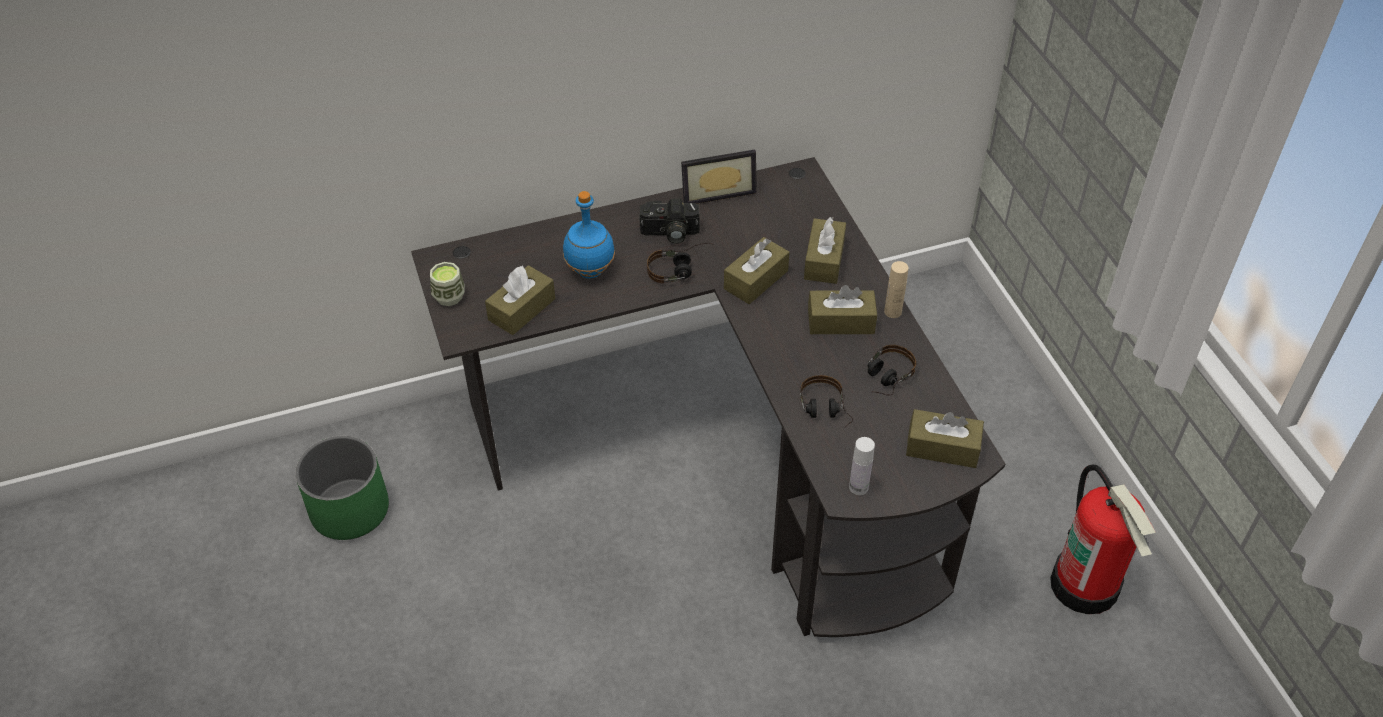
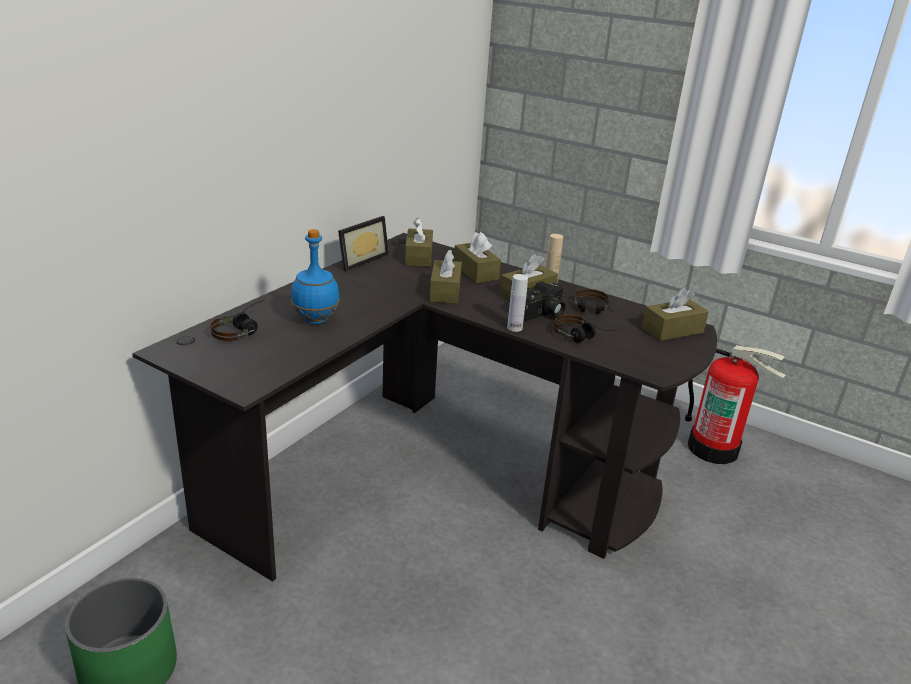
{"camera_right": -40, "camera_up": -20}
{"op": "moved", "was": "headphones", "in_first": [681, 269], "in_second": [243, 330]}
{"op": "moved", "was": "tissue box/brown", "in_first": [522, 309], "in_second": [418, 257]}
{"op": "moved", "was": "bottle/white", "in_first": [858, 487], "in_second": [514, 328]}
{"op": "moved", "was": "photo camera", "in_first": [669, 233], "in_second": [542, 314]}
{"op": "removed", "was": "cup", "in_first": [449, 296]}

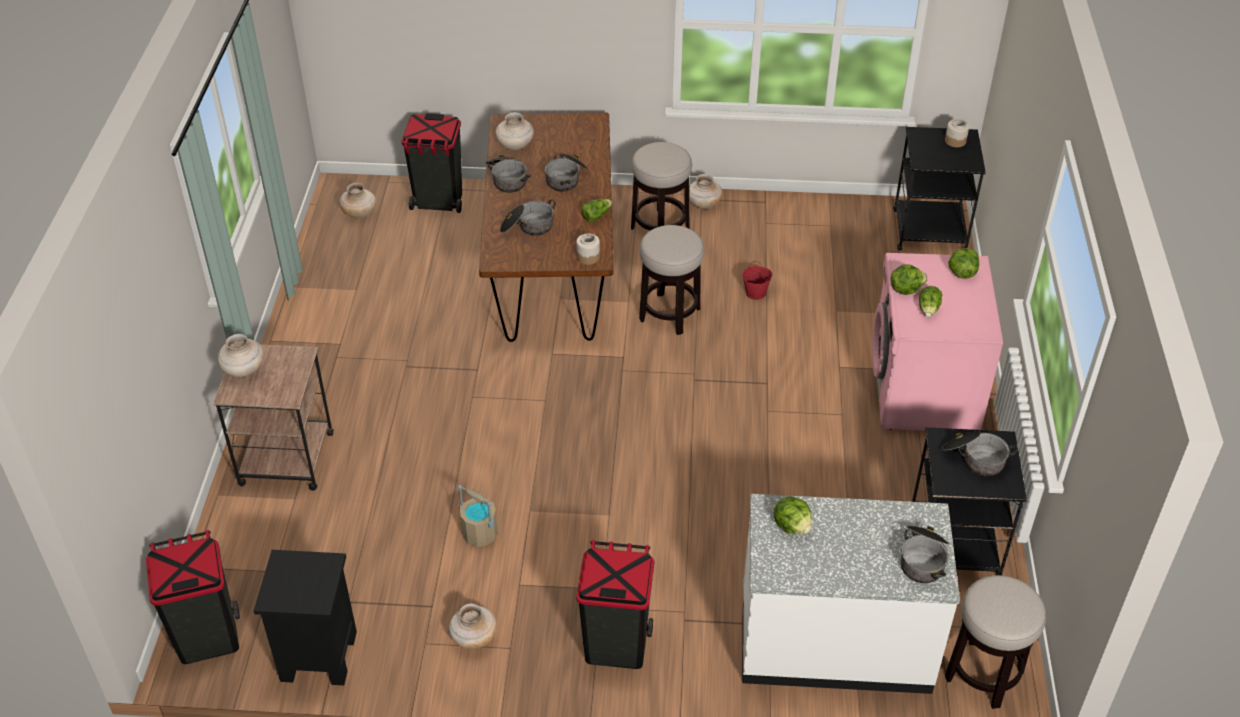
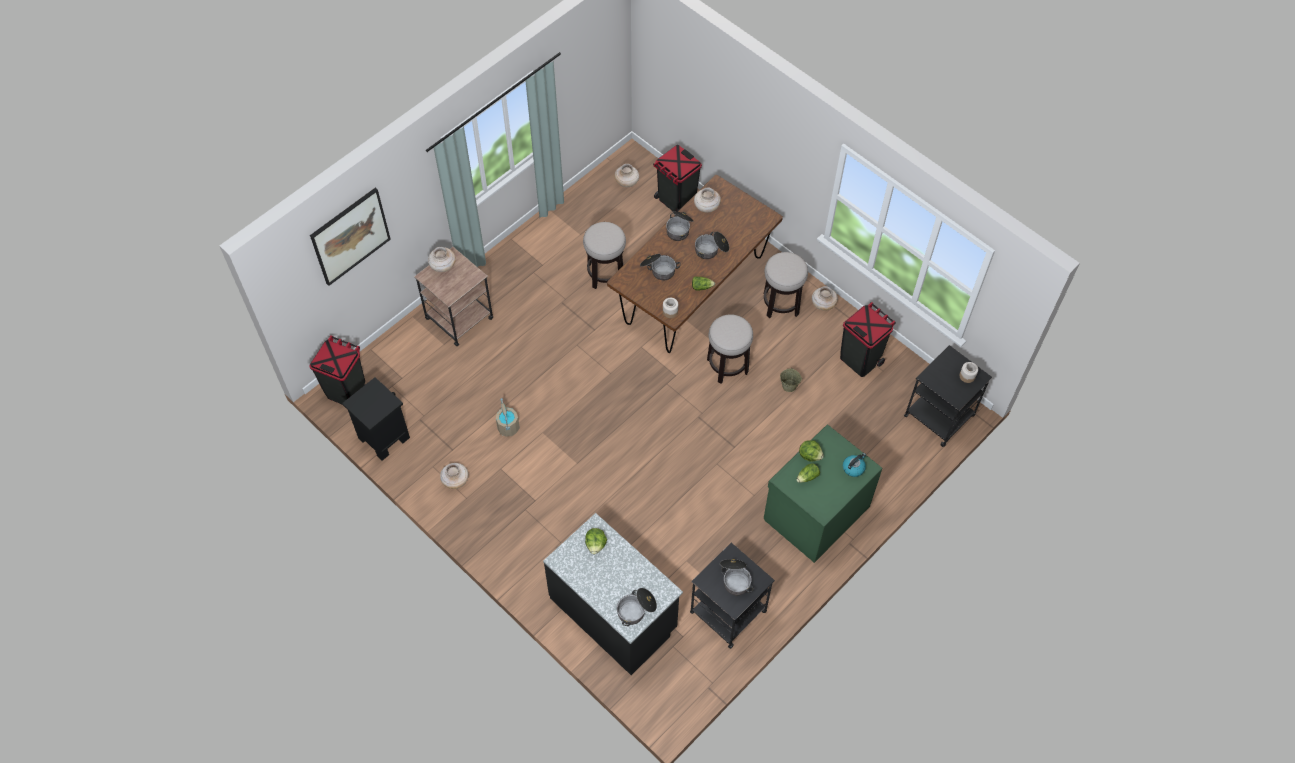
{"camera_right": 40, "camera_up": 15}
{"op": "added", "now": "picture", "in_second": [350, 236]}
{"op": "recoloured", "was": "counter/white", "now": "counter/black", "in_first": [834, 641], "in_second": [614, 613]}
{"op": "moved", "was": "stool", "in_first": [983, 674], "in_second": [605, 274]}
{"op": "recoloured", "was": "washing machine/pink", "now": "washing machine/green", "in_first": [922, 390], "in_second": [814, 513]}
{"op": "recoloured", "was": "bucket/red", "now": "bucket/beige", "in_first": [756, 293], "in_second": [789, 386]}
{"op": "moved", "was": "trash can/black", "in_first": [616, 645], "in_second": [860, 359]}
{"op": "replaced", "was": "lettuce", "now": "kettle", "in_first": [961, 273], "in_second": [853, 468]}

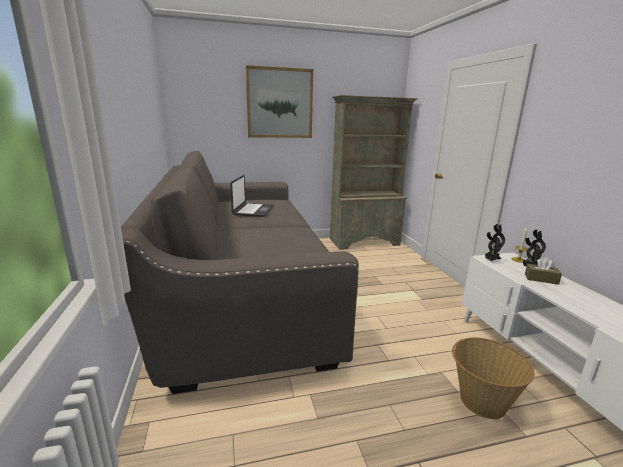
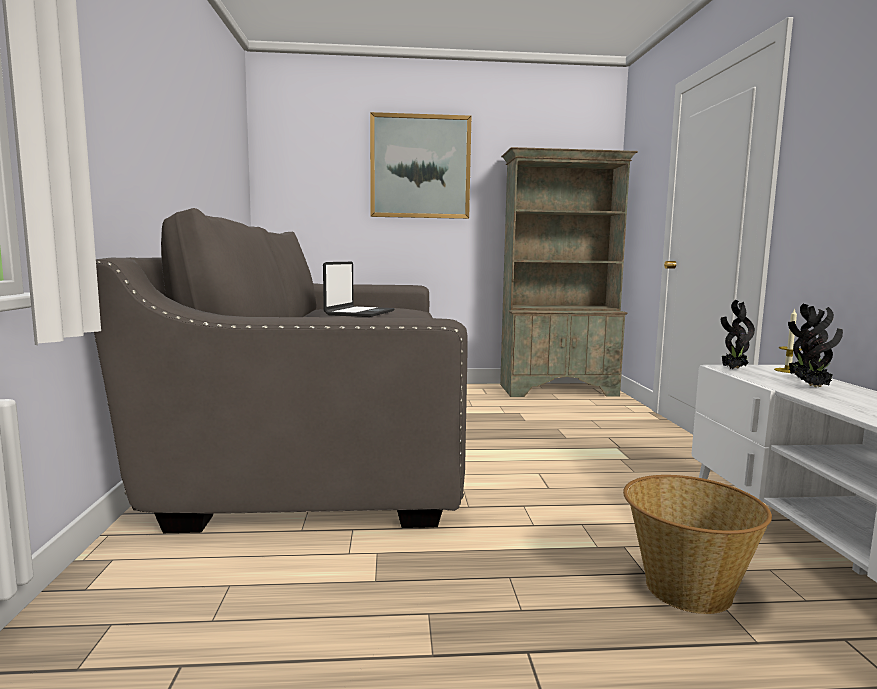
{"camera_right": 10, "camera_up": -10}
{"op": "replaced", "was": "tissue box/brown", "now": "potted plant", "in_first": [541, 279], "in_second": [815, 387]}

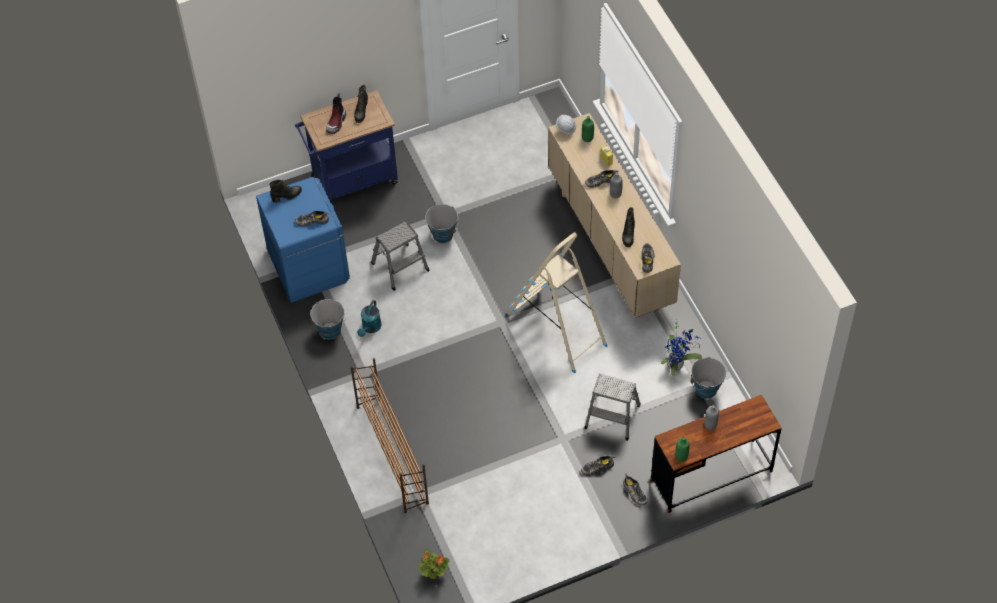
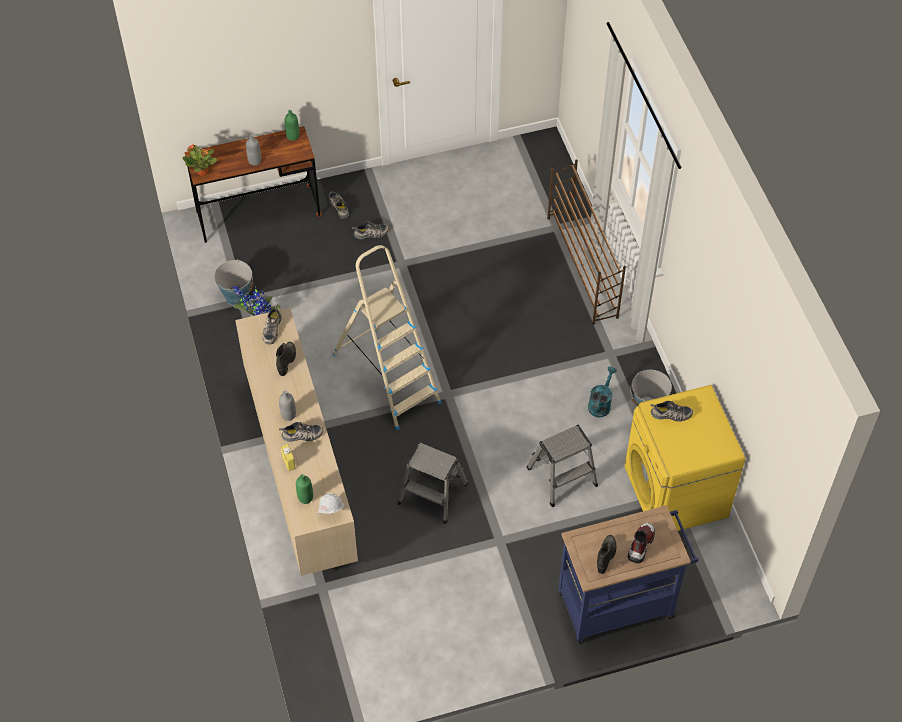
{"camera_right": -175, "camera_up": 0}
{"op": "moved", "was": "potted plant", "in_first": [434, 573], "in_second": [203, 172]}
{"op": "moved", "was": "step ladder/grey", "in_first": [612, 416], "in_second": [433, 493]}
{"op": "recoloured", "was": "washing machine/blue", "now": "washing machine/yellow", "in_first": [309, 264], "in_second": [674, 491]}
{"op": "removed", "was": "boot/black", "in_first": [287, 196]}
{"op": "removed", "was": "bucket", "in_first": [443, 235]}

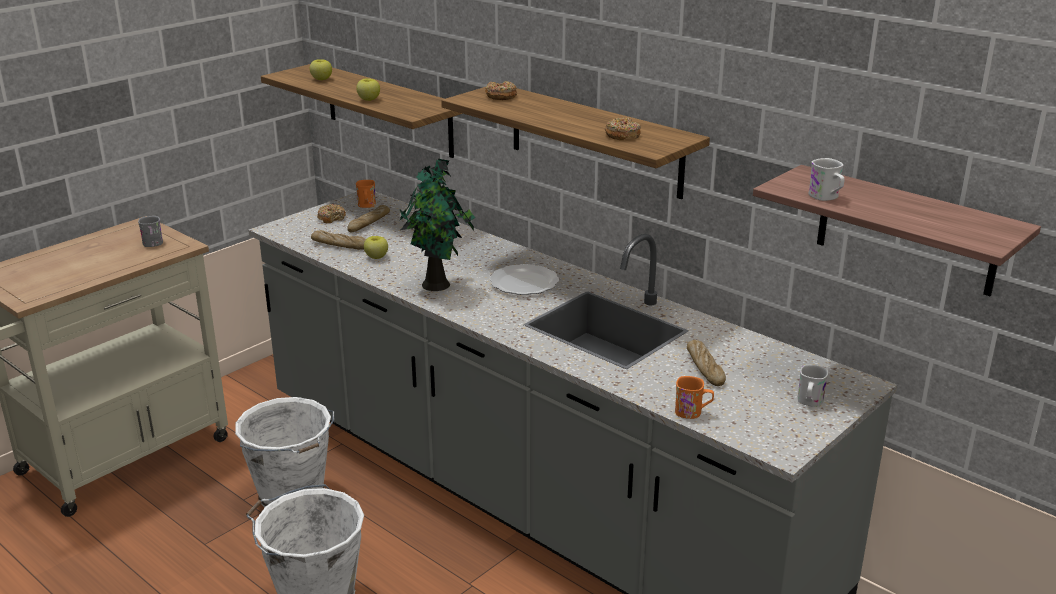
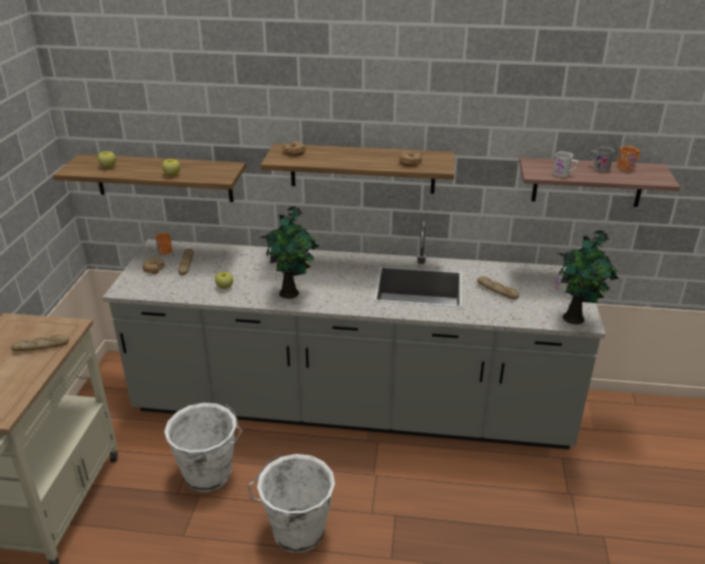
{"camera_right": -35, "camera_up": 5}
{"op": "moved", "was": "bread", "in_first": [340, 245], "in_second": [41, 347]}
{"op": "added", "now": "potted plant", "in_second": [575, 318]}
{"op": "moved", "was": "mug/grey", "in_first": [152, 241], "in_second": [598, 168]}
{"op": "moved", "was": "mug/orange", "in_first": [693, 412], "in_second": [627, 167]}
{"op": "removed", "was": "plate", "in_first": [523, 283]}

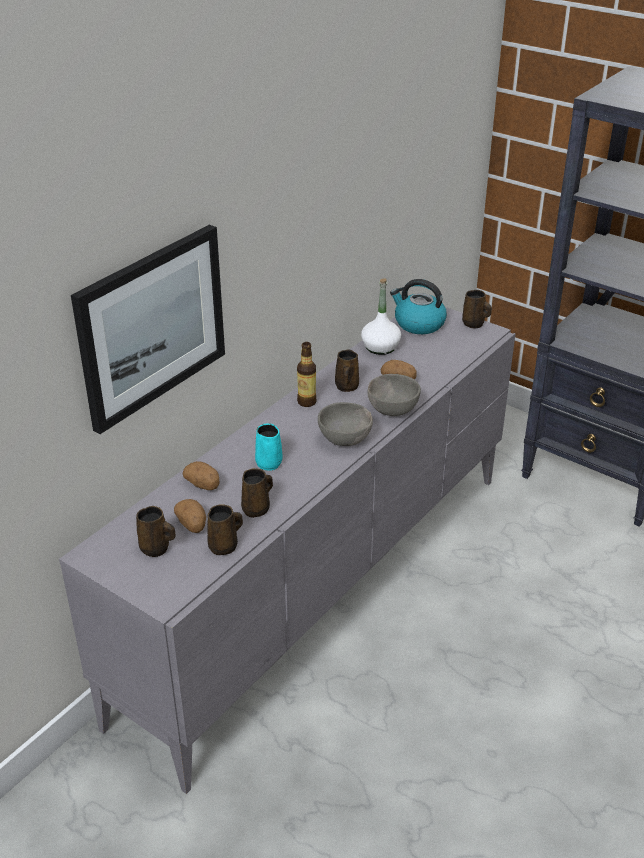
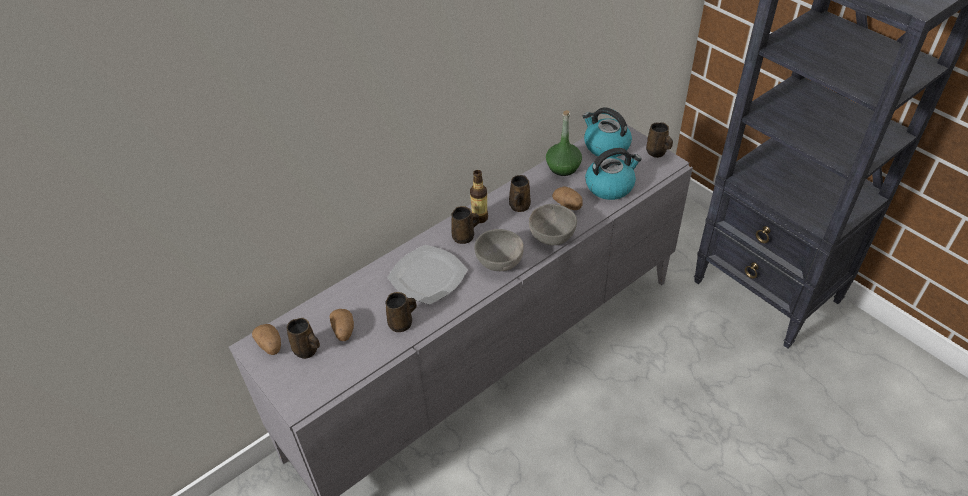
{"camera_right": 15, "camera_up": 10}
{"op": "moved", "was": "potato", "in_first": [203, 485], "in_second": [270, 346]}
{"op": "replaced", "was": "mug/turquoise", "now": "plate", "in_first": [268, 462], "in_second": [427, 276]}
{"op": "moved", "was": "mug/brown", "in_first": [224, 546], "in_second": [464, 237]}
{"op": "recoloured", "was": "bottle/white", "now": "bottle/green", "in_first": [380, 347], "in_second": [563, 167]}
{"op": "added", "now": "kettle", "in_second": [610, 186]}
{"op": "removed", "was": "picture", "in_first": [152, 326]}

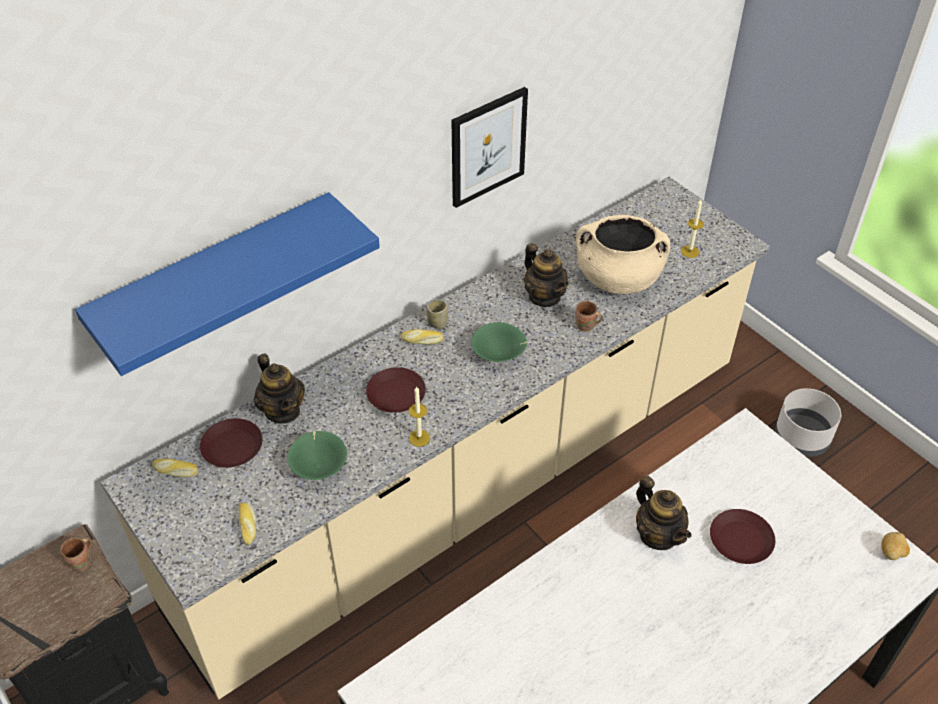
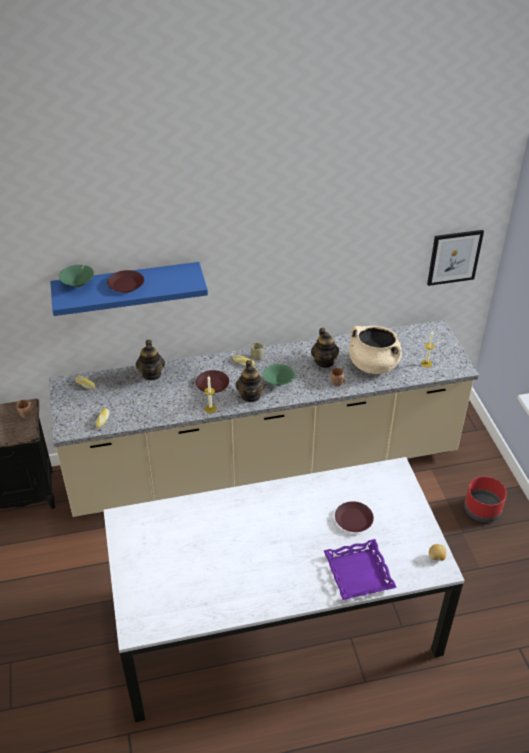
{"camera_right": 25, "camera_up": -5}
{"op": "moved", "was": "bowl/green", "in_first": [319, 467], "in_second": [79, 284]}
{"op": "moved", "was": "plate/brown", "in_first": [232, 447], "in_second": [126, 284]}
{"op": "moved", "was": "teapot", "in_first": [658, 535], "in_second": [250, 395]}
{"op": "added", "now": "tray/purple", "in_second": [359, 573]}
{"op": "moved", "was": "picture", "in_first": [488, 147], "in_second": [454, 257]}
{"op": "recoloured", "was": "planter/grey", "now": "planter/red", "in_first": [801, 437], "in_second": [482, 509]}

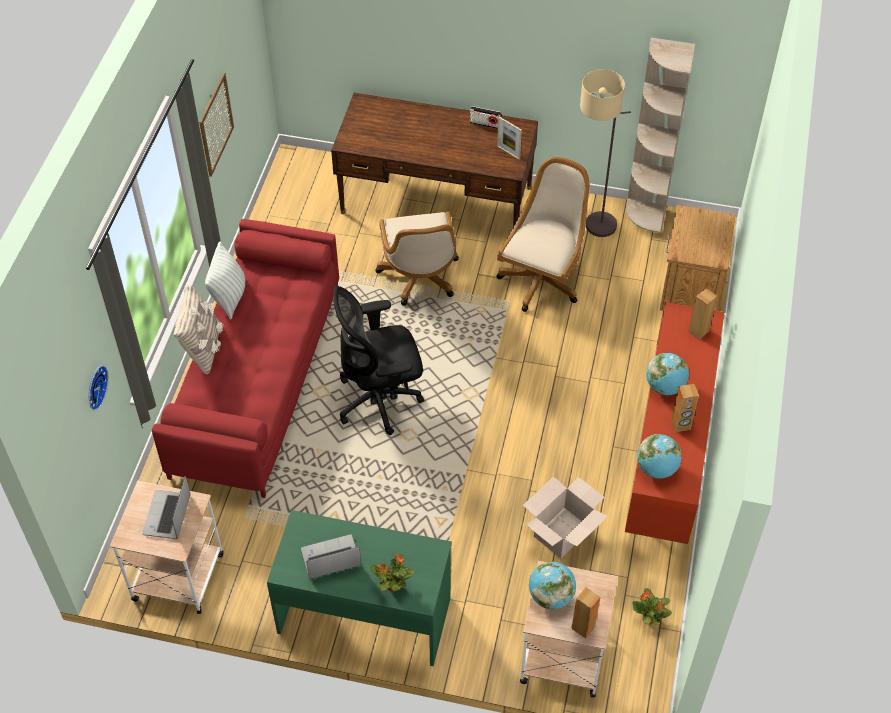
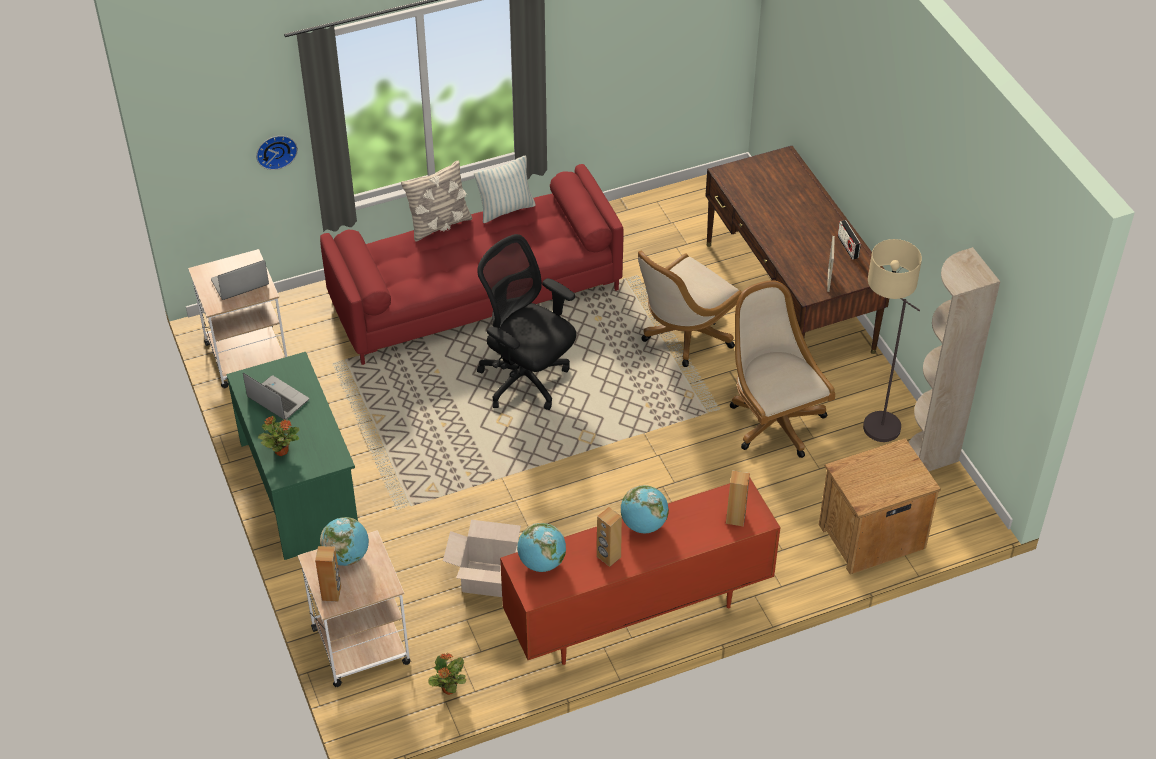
{"camera_right": 55, "camera_up": -5}
{"op": "turned", "was": "office chair", "in_first": [543, 276], "in_second": [773, 418], "clockwise": -105}
{"op": "removed", "was": "picture", "in_first": [215, 123]}

